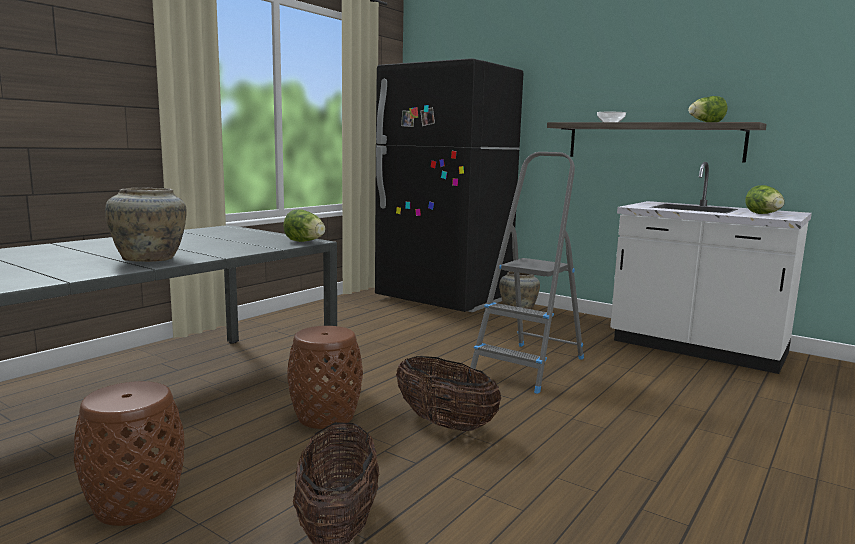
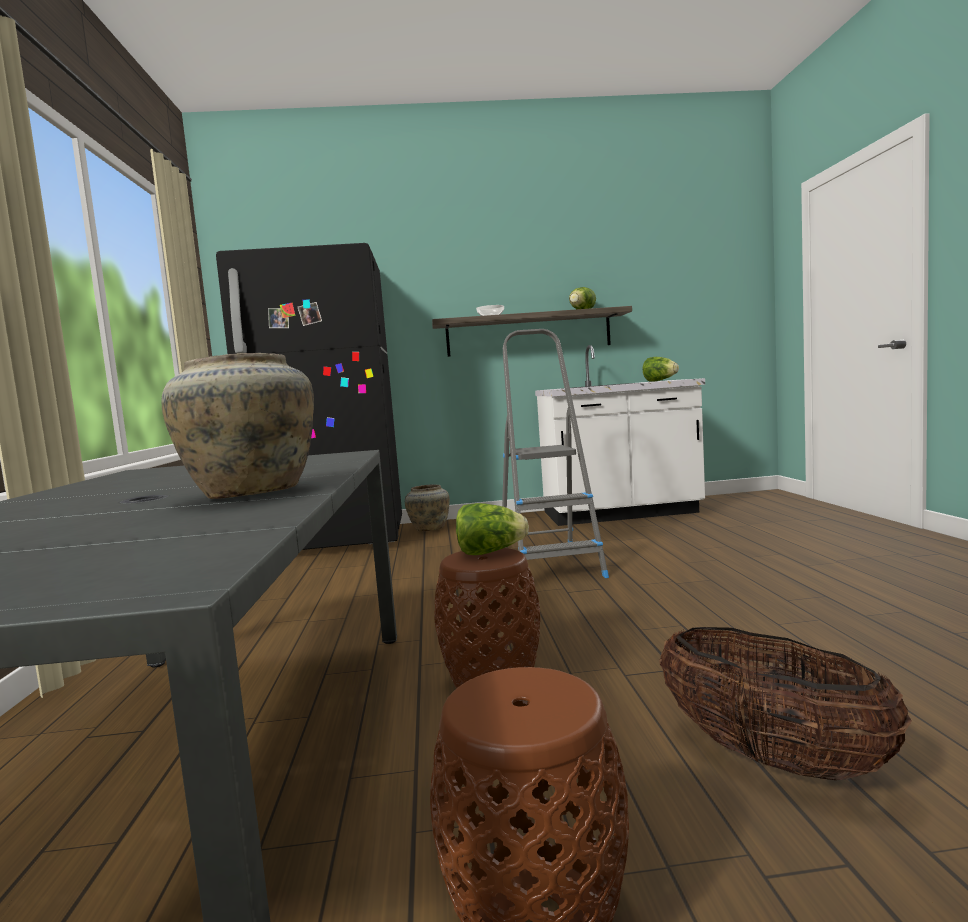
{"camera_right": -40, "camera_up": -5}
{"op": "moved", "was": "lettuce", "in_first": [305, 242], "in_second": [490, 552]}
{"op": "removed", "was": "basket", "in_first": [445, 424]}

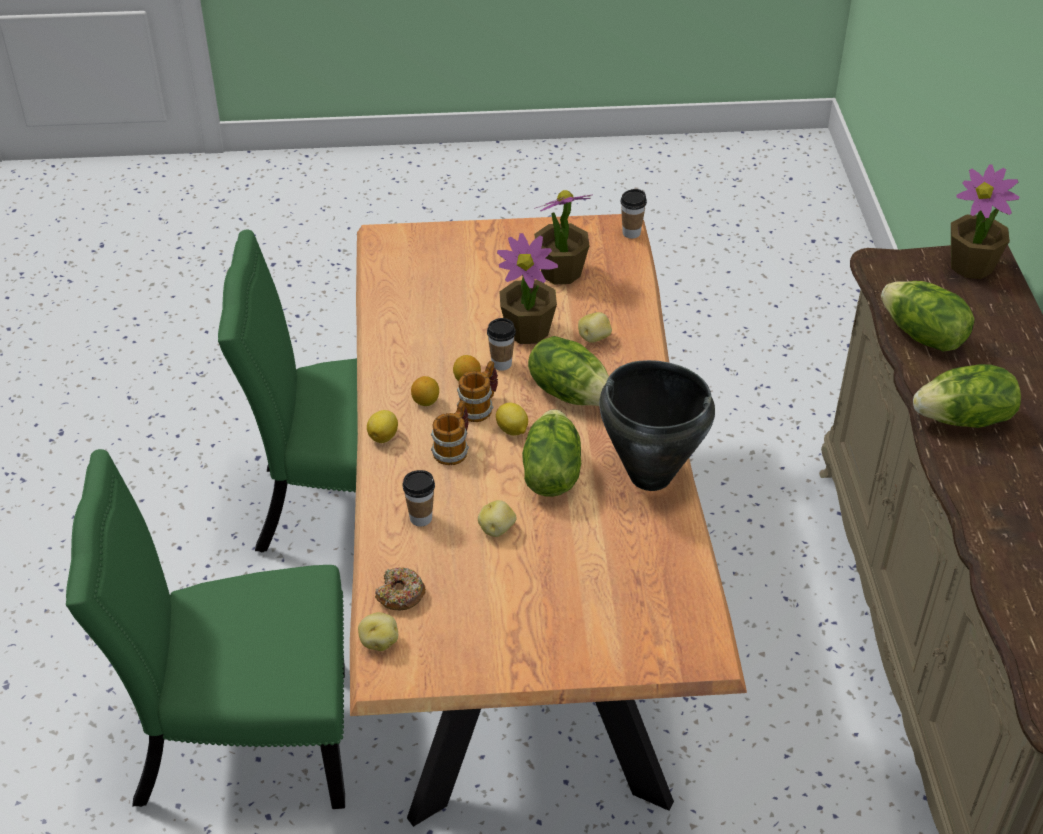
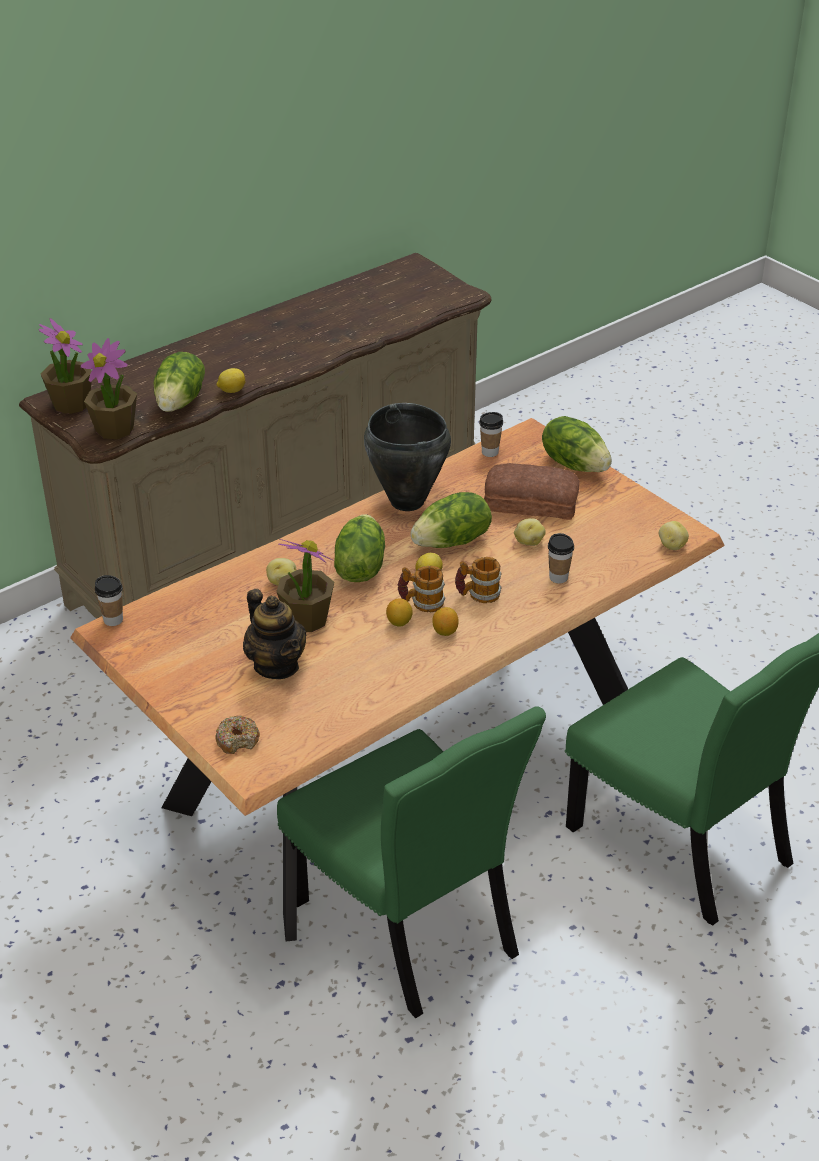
{"camera_right": -125, "camera_up": -5}
{"op": "moved", "was": "potted plant", "in_first": [560, 272], "in_second": [115, 429]}
{"op": "moved", "was": "donut", "in_first": [400, 595], "in_second": [238, 740]}
{"op": "moved", "was": "lemon", "in_first": [384, 436], "in_second": [231, 390]}
{"op": "added", "now": "teapot", "in_second": [276, 665]}
{"op": "moved", "was": "cup", "in_first": [501, 364], "in_second": [490, 452]}
{"op": "added", "now": "bread", "in_second": [530, 501]}
{"op": "moved", "was": "lettuce", "in_first": [964, 420], "in_second": [575, 464]}

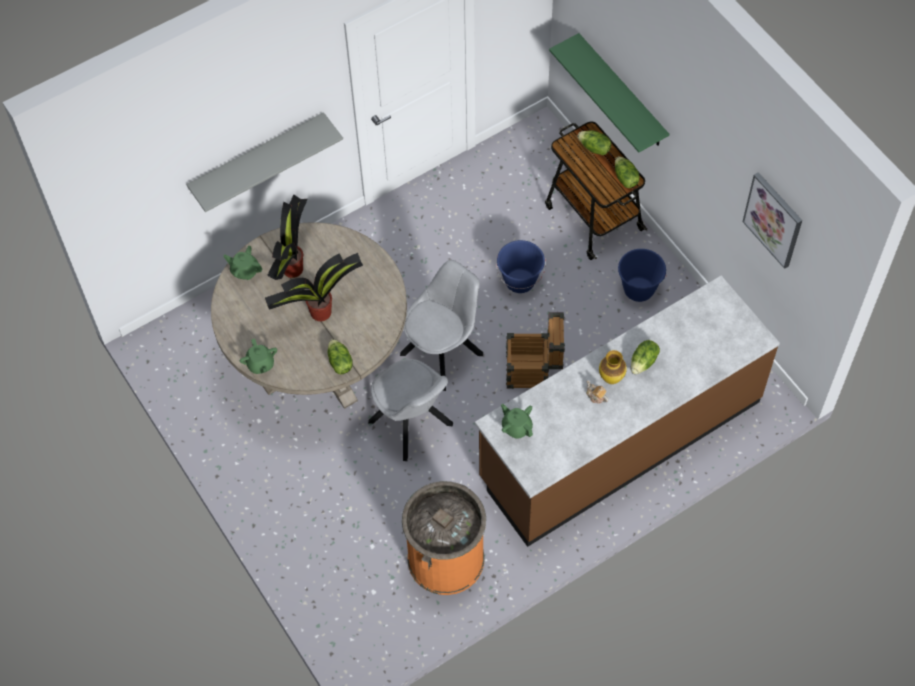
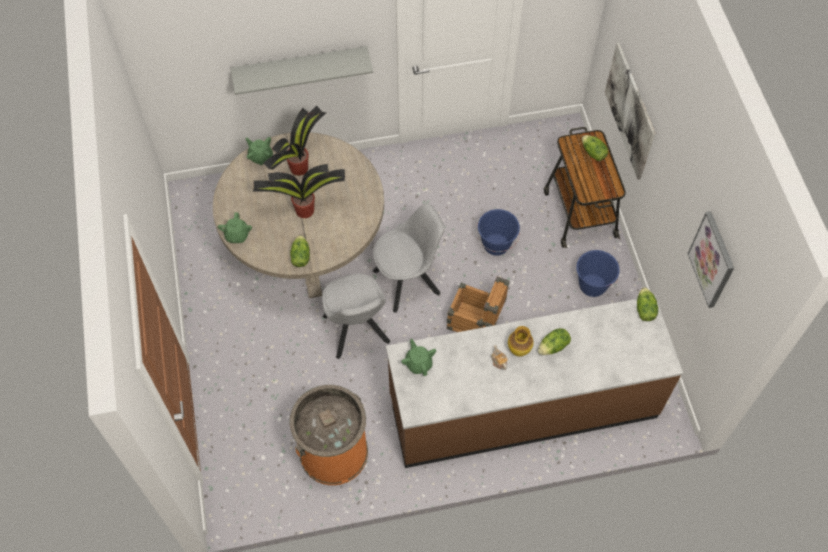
{"camera_right": 20, "camera_up": 0}
{"op": "replaced", "was": "shelf/green", "now": "picture", "in_first": [622, 92], "in_second": [629, 111]}
{"op": "moved", "was": "lettuce", "in_first": [625, 178], "in_second": [644, 310]}

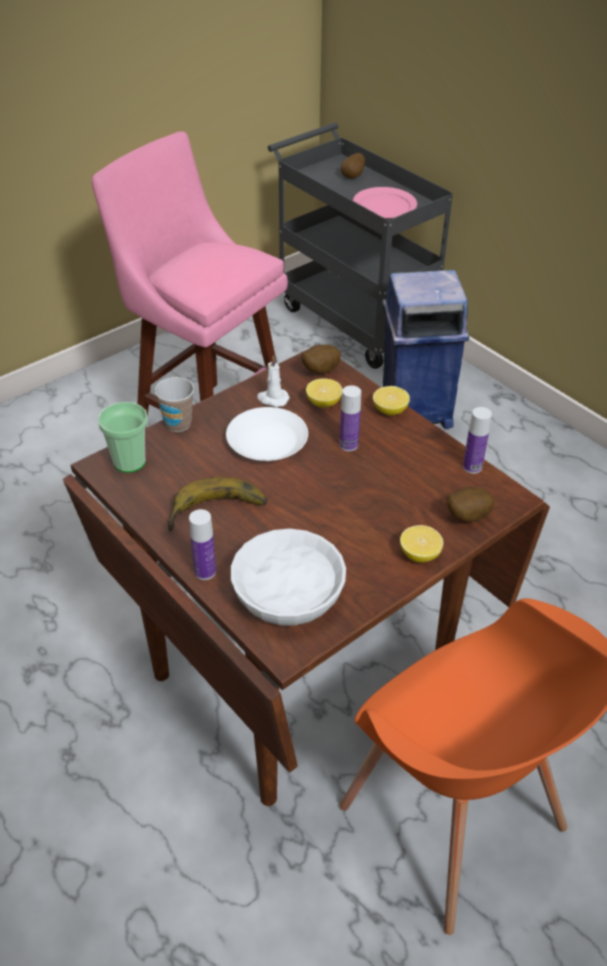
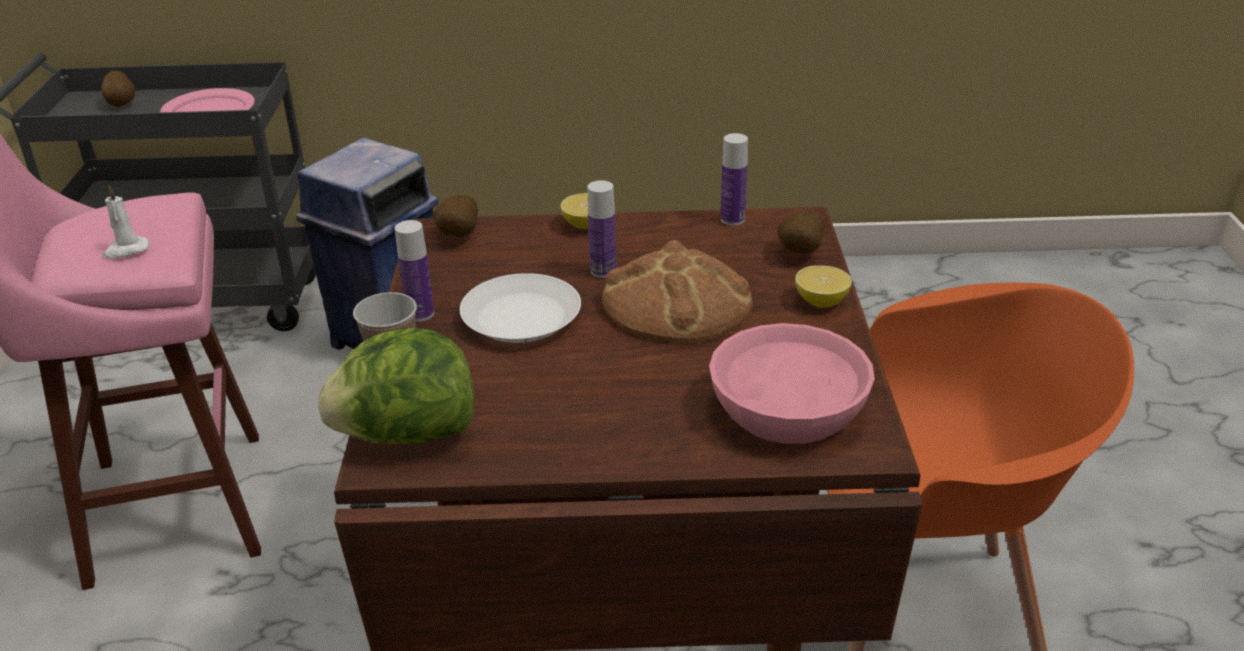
{"camera_right": -50, "camera_up": -10}
{"op": "moved", "was": "candle/white", "in_first": [272, 399], "in_second": [126, 250]}
{"op": "replaced", "was": "cup", "now": "lettuce", "in_first": [129, 462], "in_second": [407, 435]}
{"op": "moved", "was": "bottle", "in_first": [205, 571], "in_second": [420, 314]}
{"op": "added", "now": "bread", "in_second": [678, 302]}
{"op": "recoloured", "was": "bowl/white", "now": "bowl/pink", "in_first": [286, 594], "in_second": [786, 410]}
{"op": "removed", "was": "banana", "in_first": [218, 514]}
{"op": "removed", "was": "lemon", "in_first": [323, 403]}

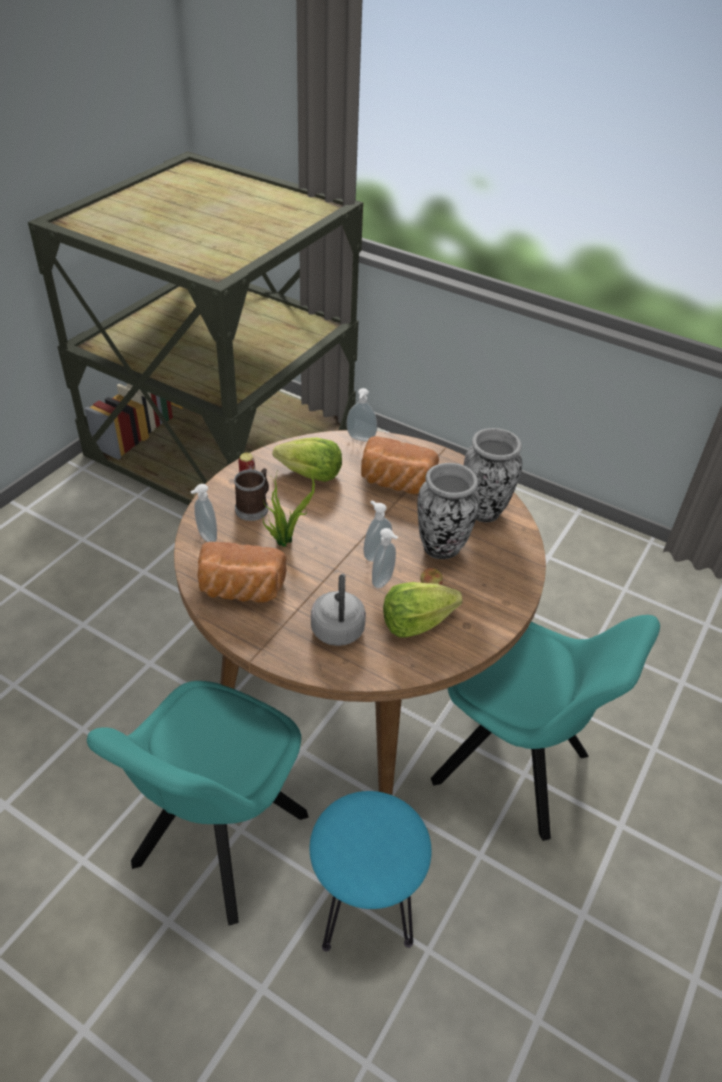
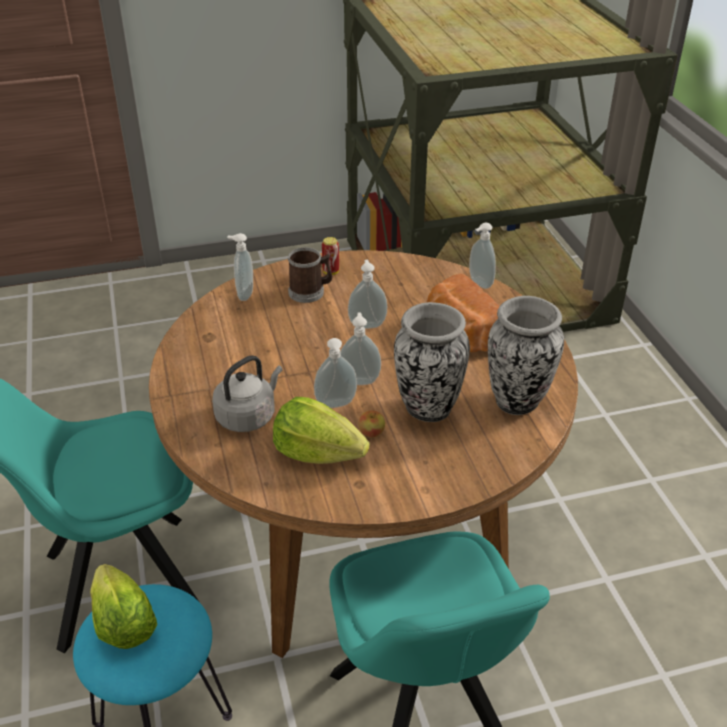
{"camera_right": 45, "camera_up": -5}
{"op": "moved", "was": "lettuce", "in_first": [310, 475], "in_second": [123, 623]}
{"op": "added", "now": "soap dispenser", "in_second": [367, 324]}
{"op": "removed", "was": "bread", "in_first": [240, 591]}
{"op": "removed", "was": "potted plant", "in_first": [285, 539]}

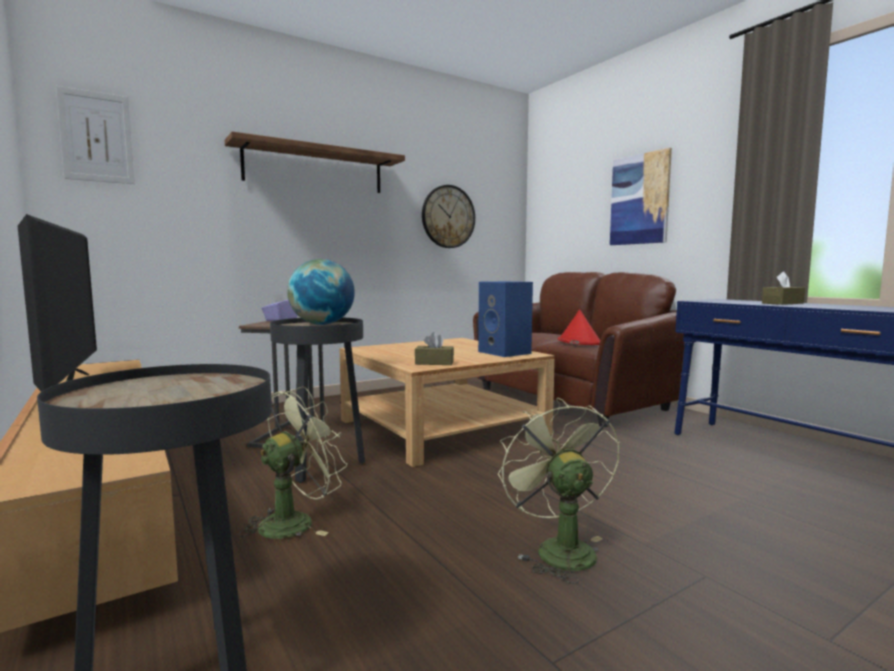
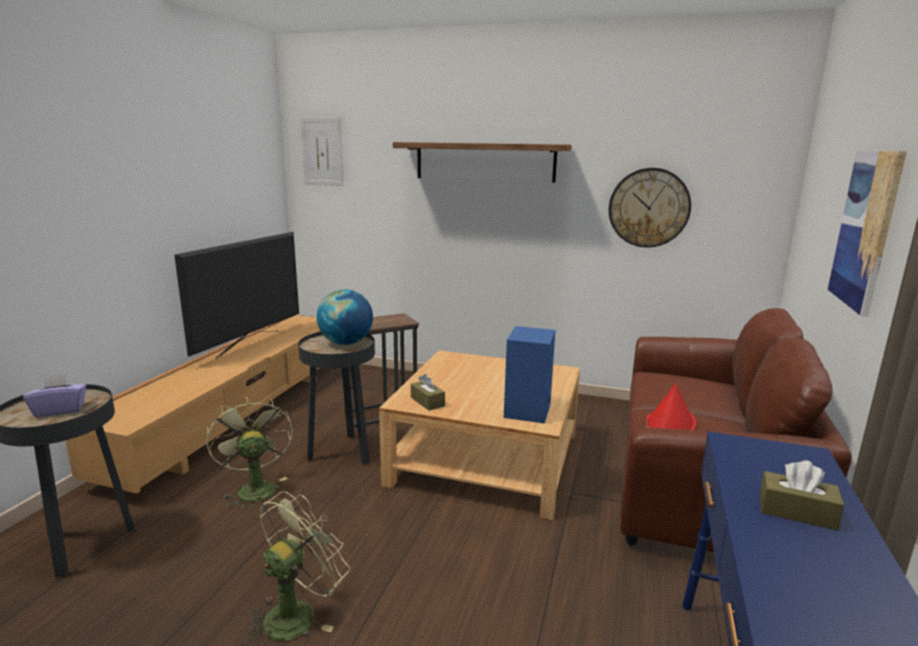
{"camera_right": 50, "camera_up": 10}
{"op": "moved", "was": "tissue box/purple", "in_first": [281, 320], "in_second": [60, 410]}
{"op": "turned", "was": "fan/green", "in_first": [295, 521], "in_second": [254, 488], "clockwise": -120}

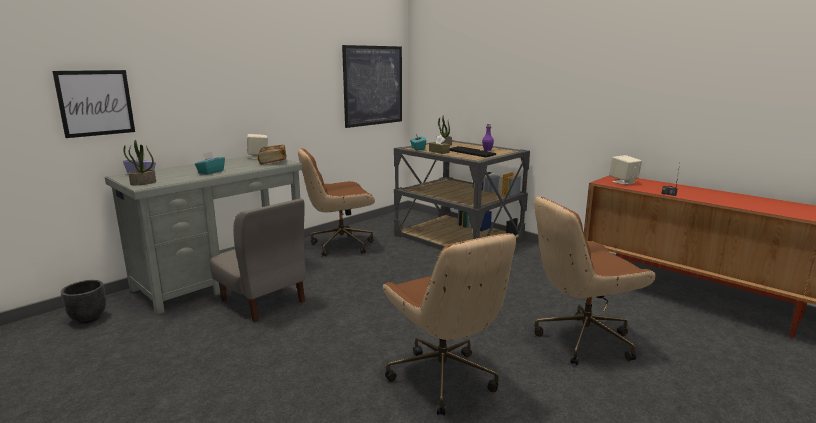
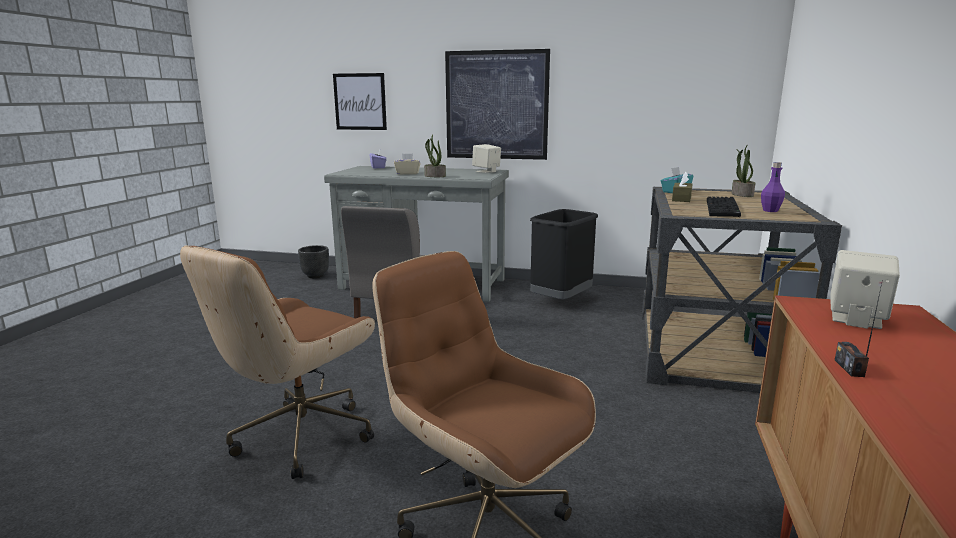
{"camera_right": 60, "camera_up": 0}
{"op": "recoloured", "was": "tissue box/turquoise", "now": "tissue box/beige", "in_first": [211, 172], "in_second": [407, 173]}
{"op": "moved", "was": "potted plant", "in_first": [143, 183], "in_second": [434, 176]}
{"op": "moved", "was": "picture", "in_first": [373, 85], "in_second": [496, 105]}
{"op": "replaced", "was": "office chair/brown", "now": "trash can/black", "in_first": [340, 246], "in_second": [561, 300]}
{"op": "removed", "was": "book", "in_first": [273, 162]}

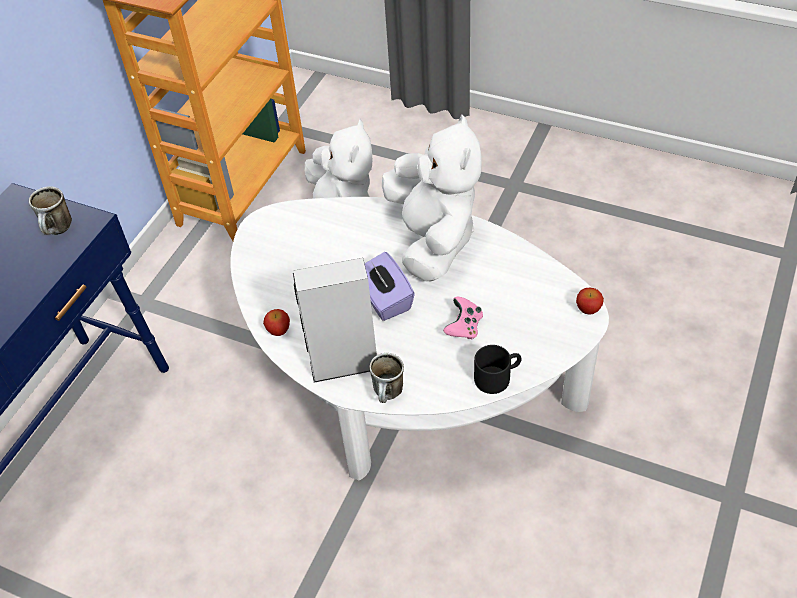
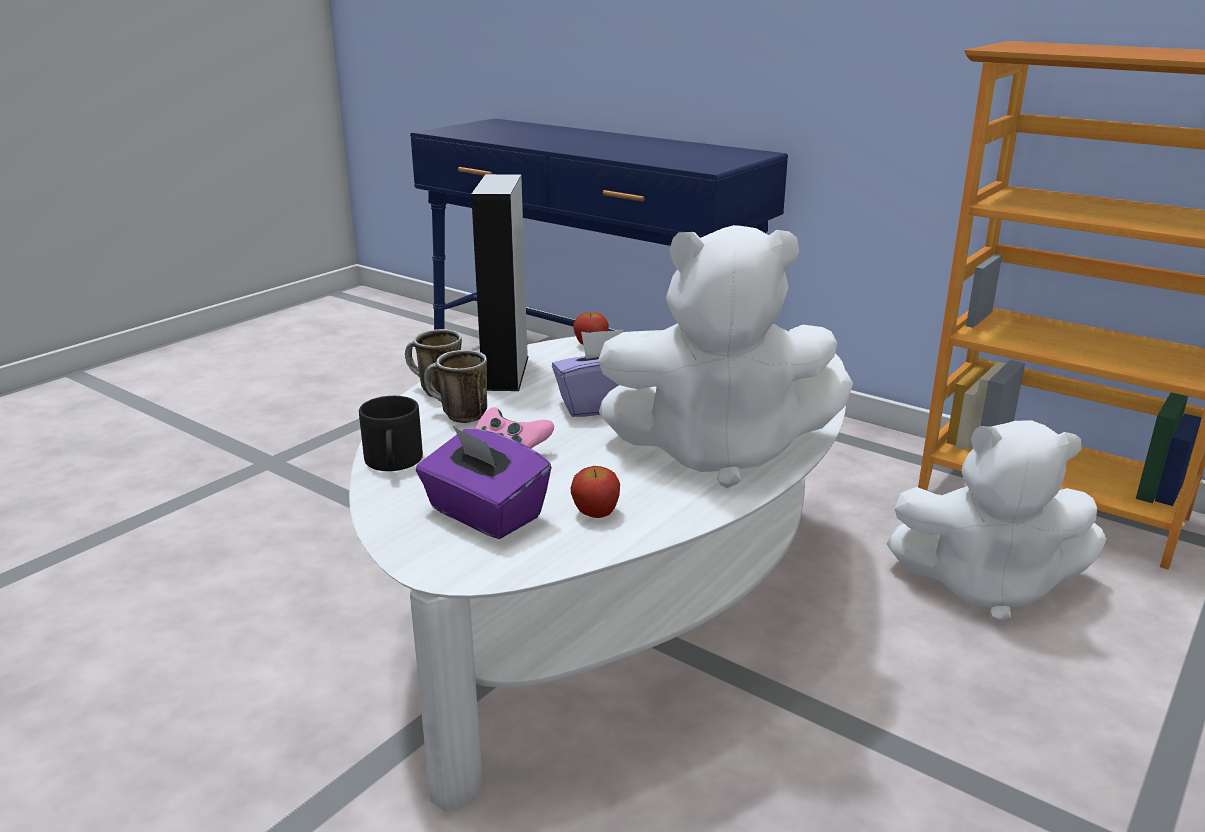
{"camera_right": 100, "camera_up": -25}
{"op": "added", "now": "tissue box/purple", "in_second": [484, 514]}
{"op": "moved", "was": "mug", "in_first": [58, 231], "in_second": [457, 416]}
{"op": "moved", "was": "apple", "in_first": [588, 309], "in_second": [595, 512]}

